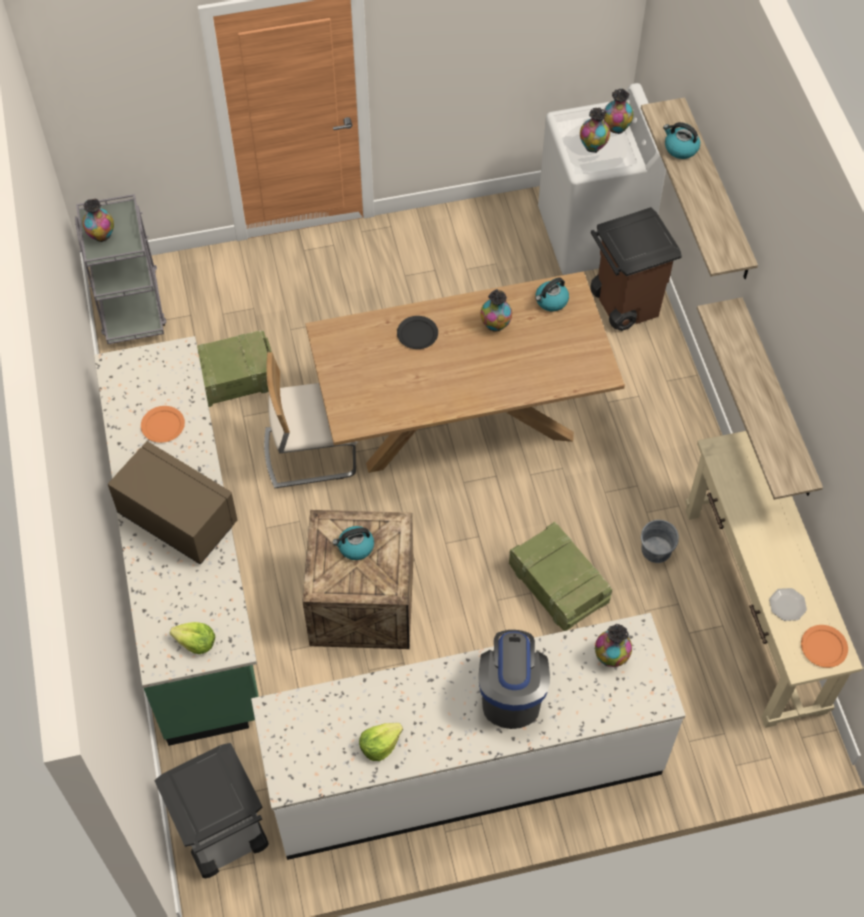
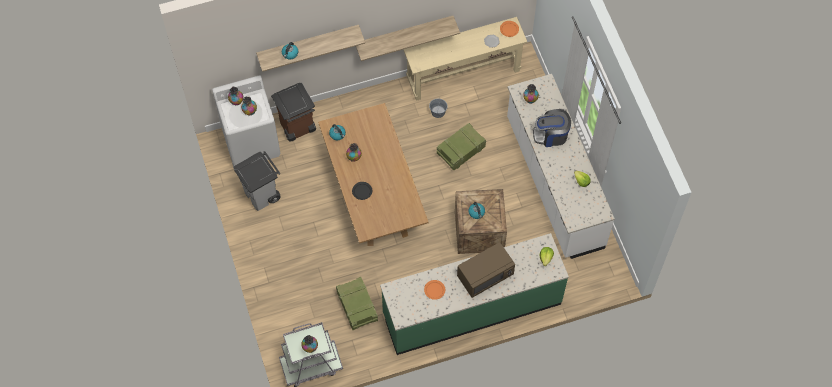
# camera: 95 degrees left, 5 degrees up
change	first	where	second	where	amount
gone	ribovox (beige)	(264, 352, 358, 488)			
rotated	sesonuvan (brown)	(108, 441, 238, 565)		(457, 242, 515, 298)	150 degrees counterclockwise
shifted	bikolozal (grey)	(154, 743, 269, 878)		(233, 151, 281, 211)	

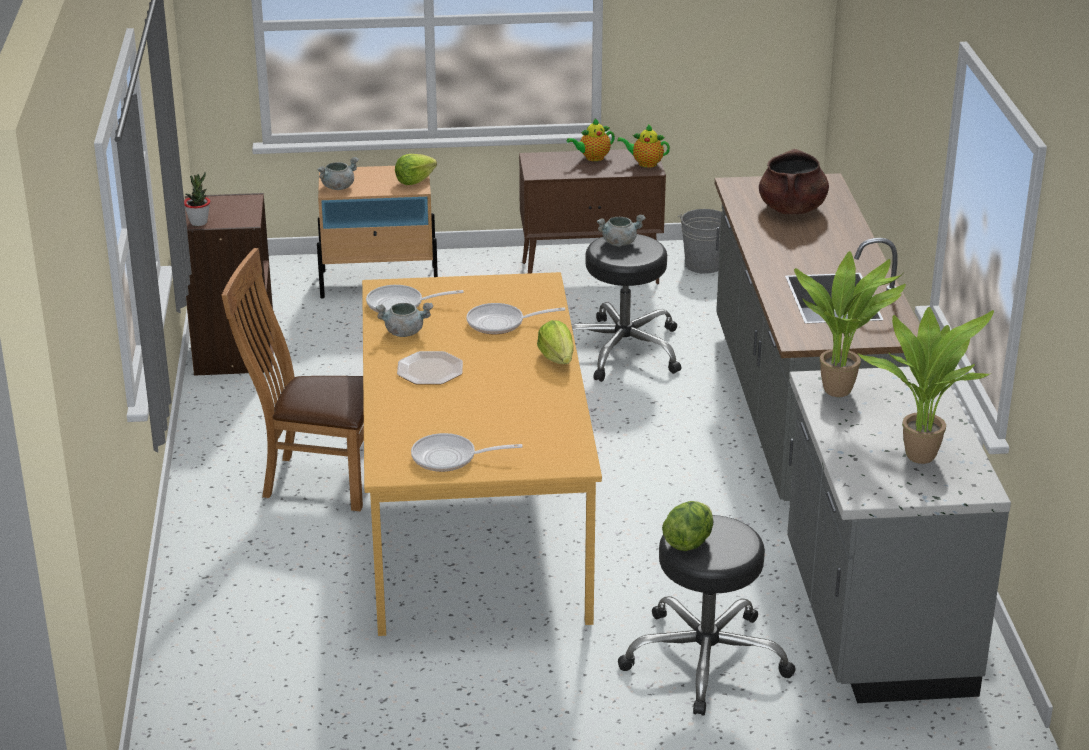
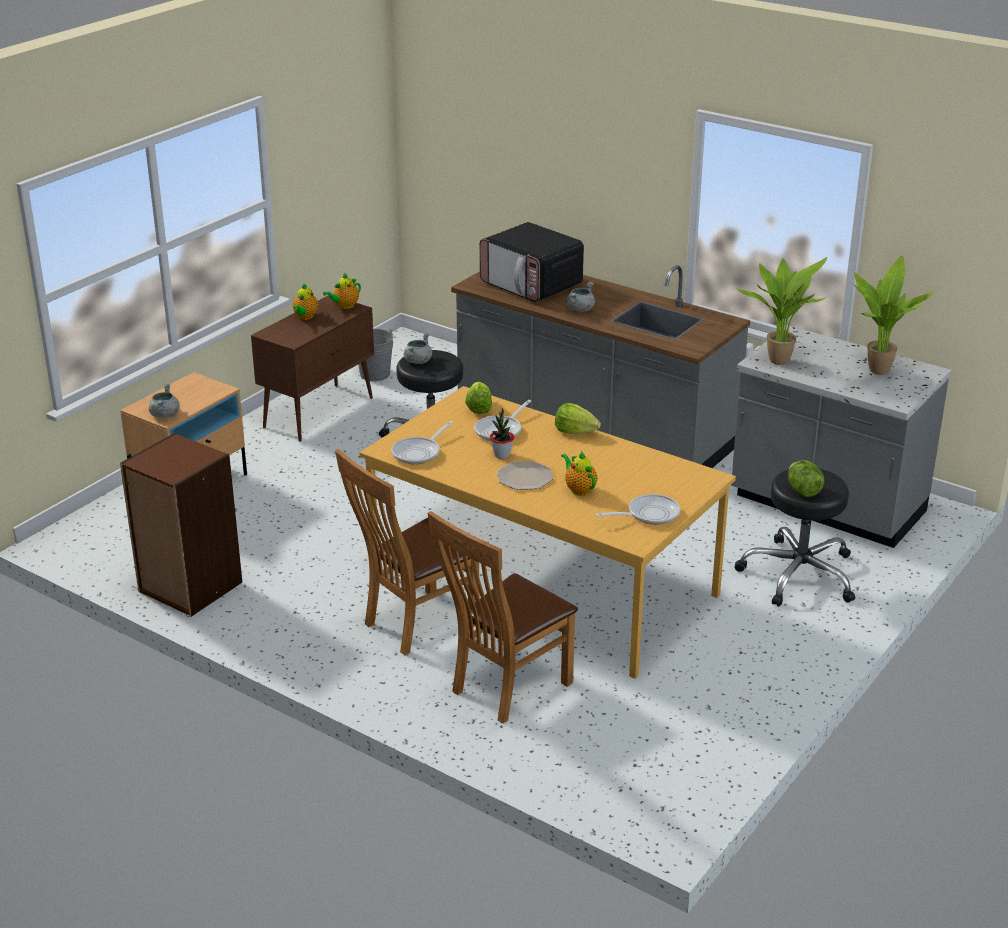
# camera: 50 degrees left, 0 degrees up
change	first	where	second	where	amount
swapped	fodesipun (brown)	(759, 149, 829, 214)	sesonuvan	(480, 222, 584, 302)	
shifted	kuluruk	(395, 154, 437, 185)		(465, 382, 492, 414)	
shifted	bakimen	(184, 172, 210, 226)		(490, 408, 514, 459)	
shifted	fodesipun (grey)	(375, 303, 433, 337)		(566, 282, 595, 312)	
rotated	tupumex	(411, 433, 522, 472)		(595, 494, 680, 525)	150 degrees counterclockwise
new			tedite	(561, 451, 597, 496)	
new			ribovox (brown)	(428, 511, 578, 724)	

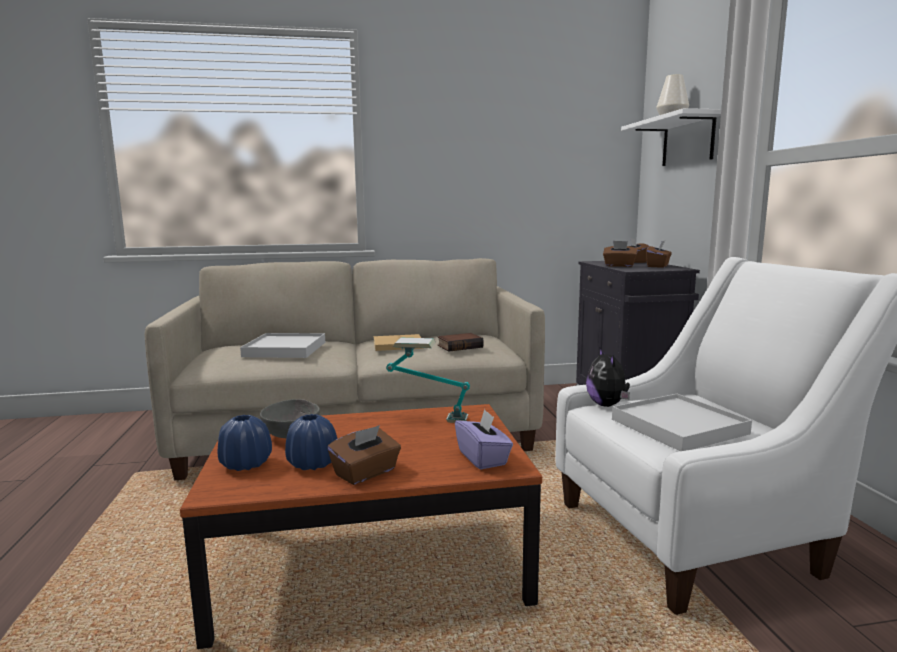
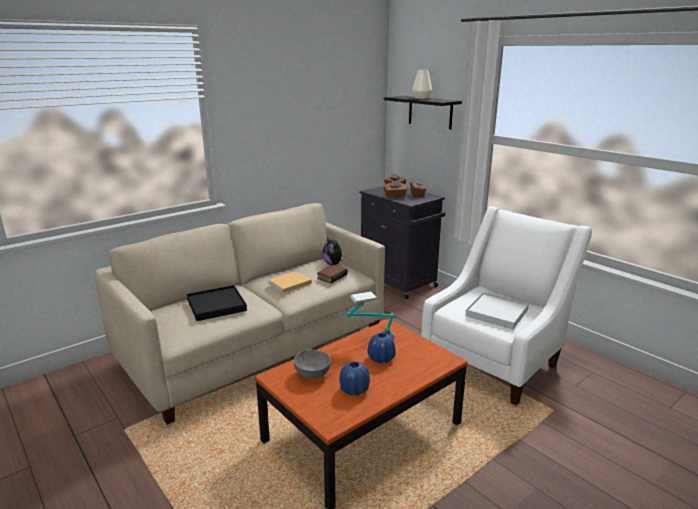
# camera: 30 degrees left, 10 degrees up
change	first	where	second	where	amount
repainted	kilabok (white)	(621, 108, 721, 166)	kilabok (black)	(384, 96, 462, 129)	
repainted	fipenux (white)	(240, 333, 325, 358)	fipenux (black)	(187, 285, 247, 321)	
shifted	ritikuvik	(586, 347, 630, 407)		(323, 237, 345, 265)	
gone	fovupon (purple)	(455, 409, 513, 470)			
shifted	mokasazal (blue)	(218, 415, 272, 471)		(368, 333, 396, 363)	
gone	fovupon (brown)	(327, 425, 401, 485)			

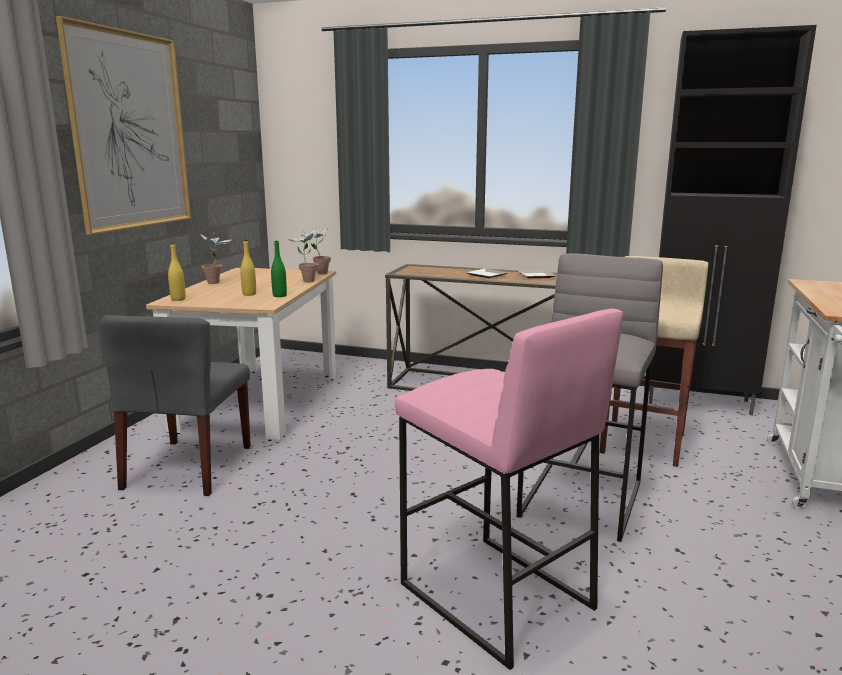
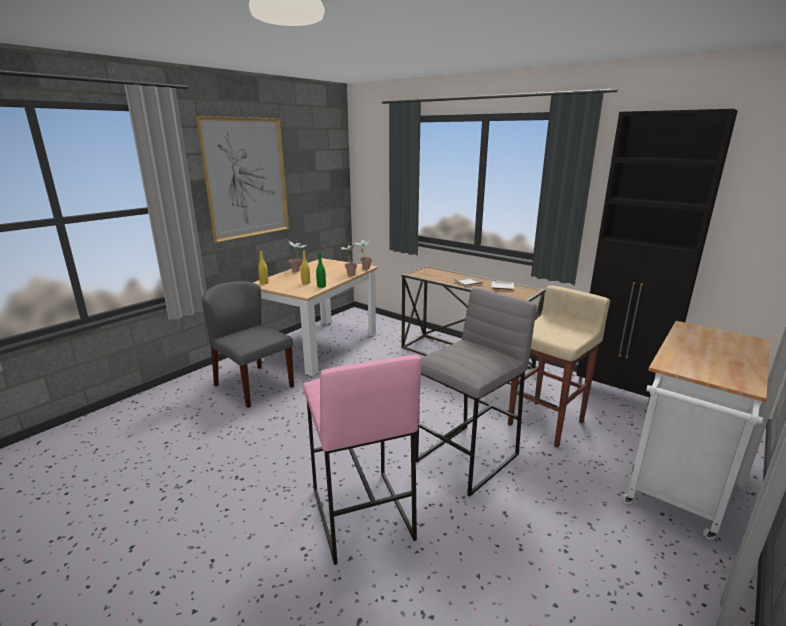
# camera: 20 degrees right, 5 degrees up
change	first	where	second	where	amount
rotated	ribovox (grey)	(100, 315, 251, 496)		(202, 281, 294, 408)	105 degrees clockwise

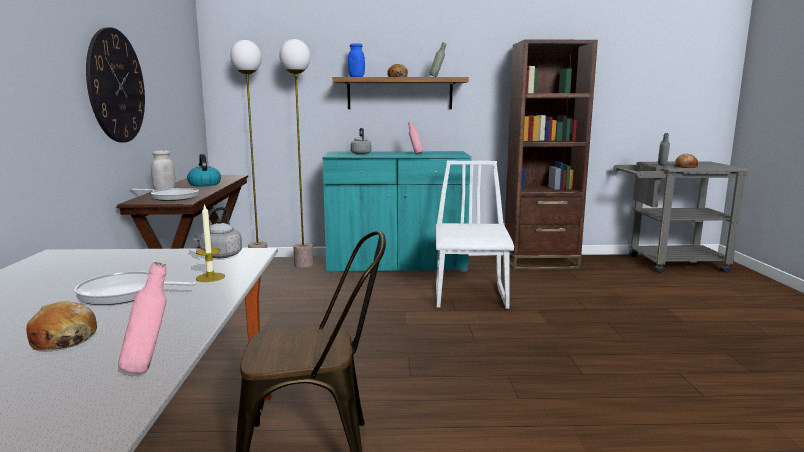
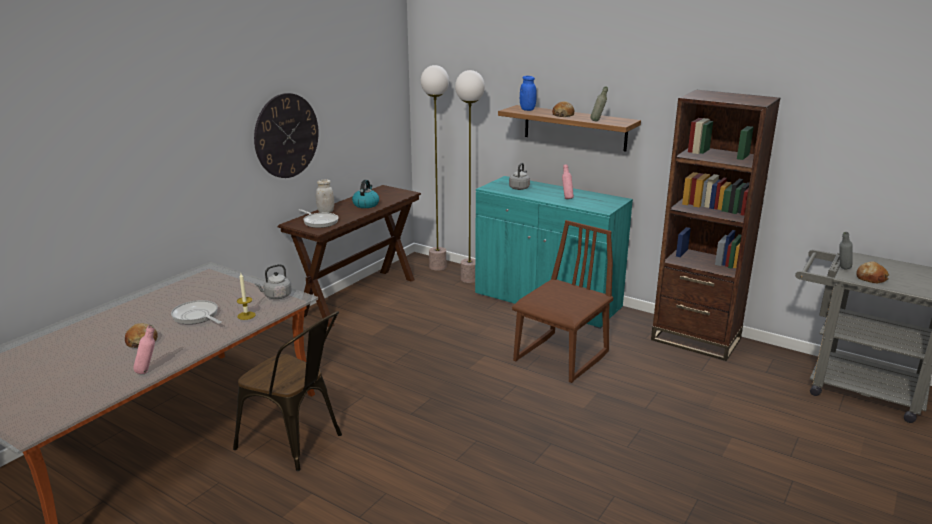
# camera: 35 degrees right, 10 degrees up
change	first	where	second	where	amount
repainted	ribovox (white)	(436, 161, 514, 309)	ribovox (brown)	(512, 220, 613, 383)	

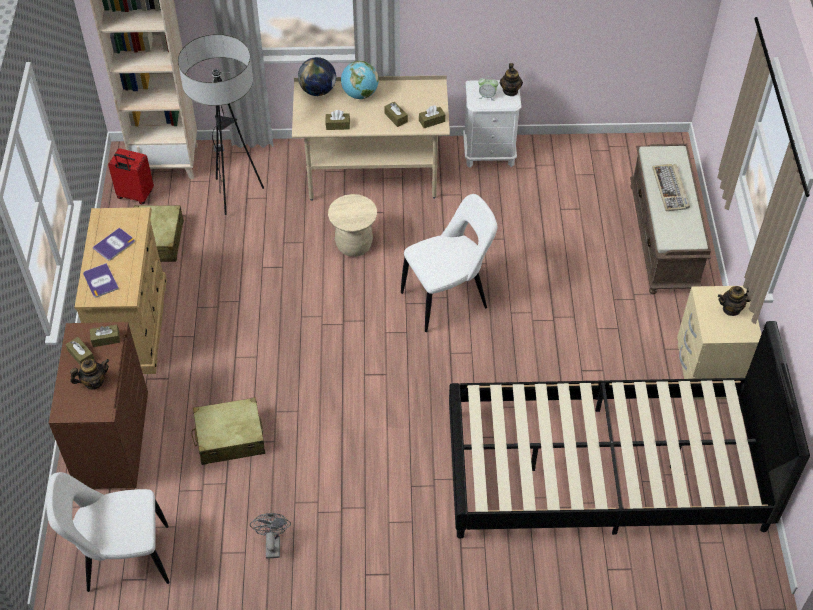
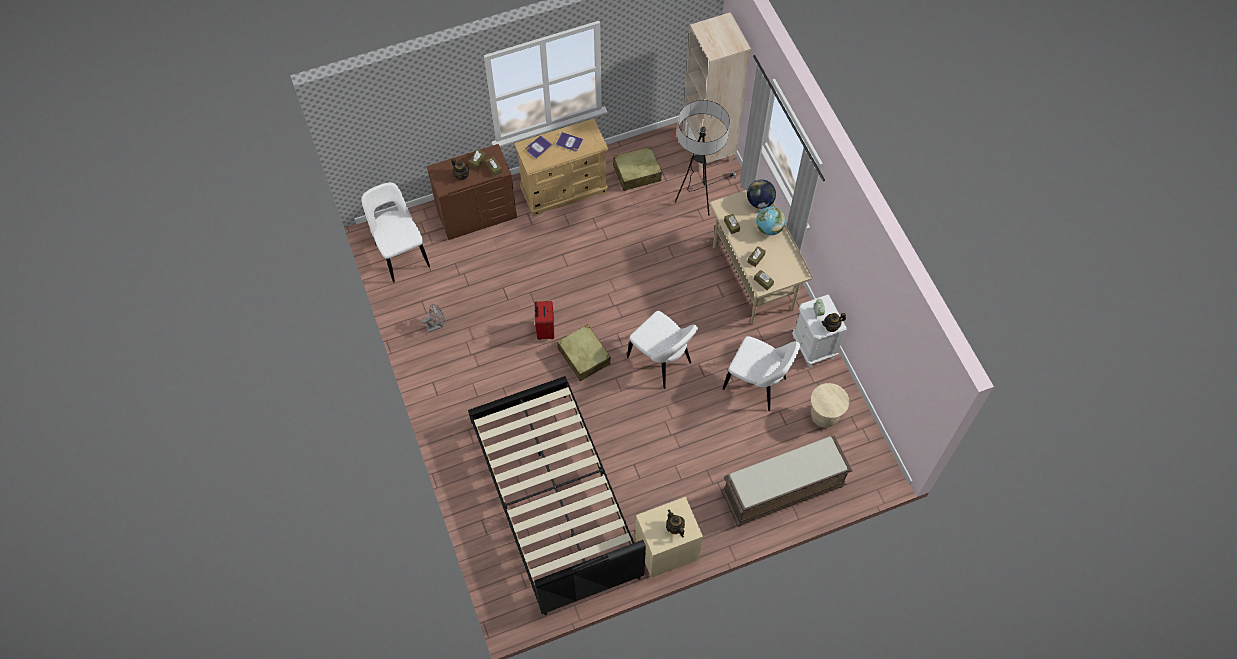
# camera: 70 degrees right, 10 degrees up
change	first	where	second	where	amount
shifted	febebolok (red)	(108, 148, 154, 205)		(535, 301, 554, 340)	
gone	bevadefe	(652, 164, 690, 211)			
shifted	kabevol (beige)	(328, 194, 377, 257)		(811, 383, 849, 428)	
shifted	febebolok (beige)	(191, 397, 265, 465)		(557, 324, 611, 381)	
new			ribovox (white)	(723, 336, 800, 411)	

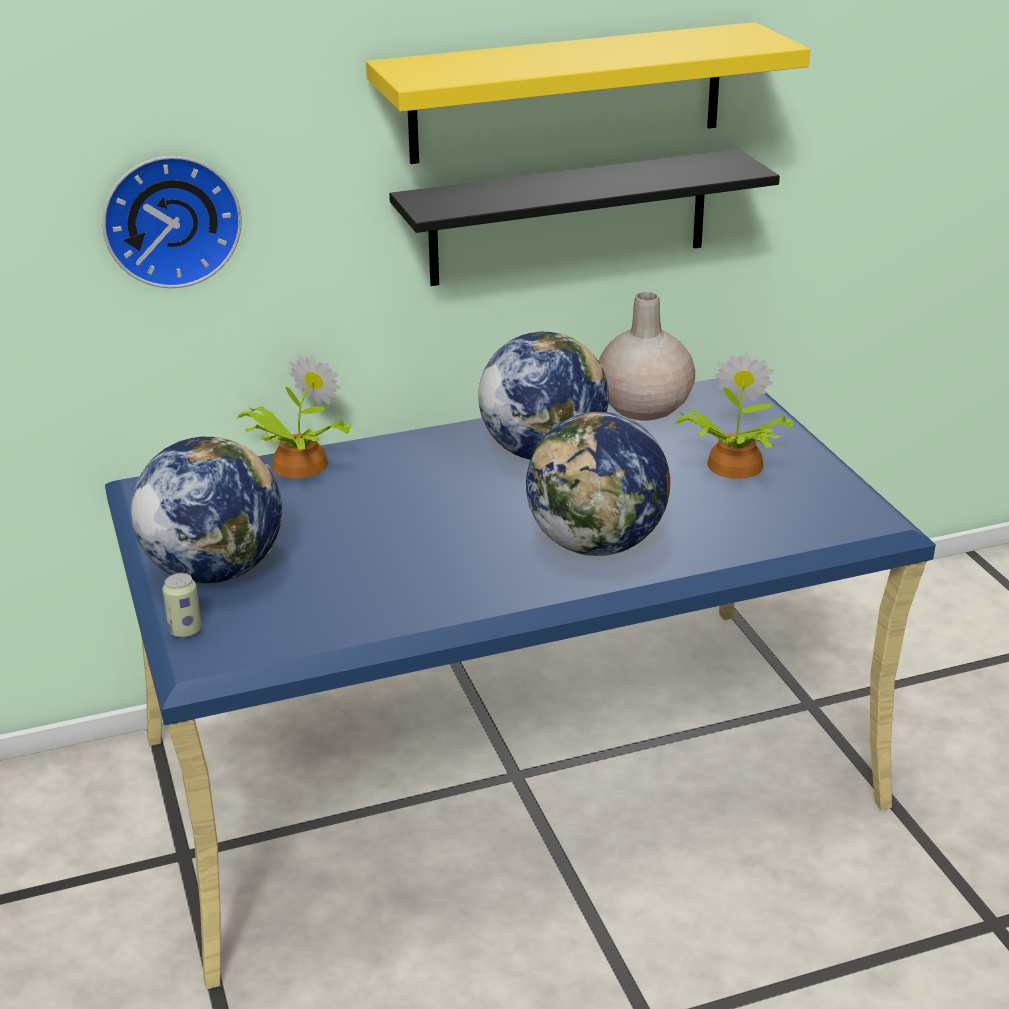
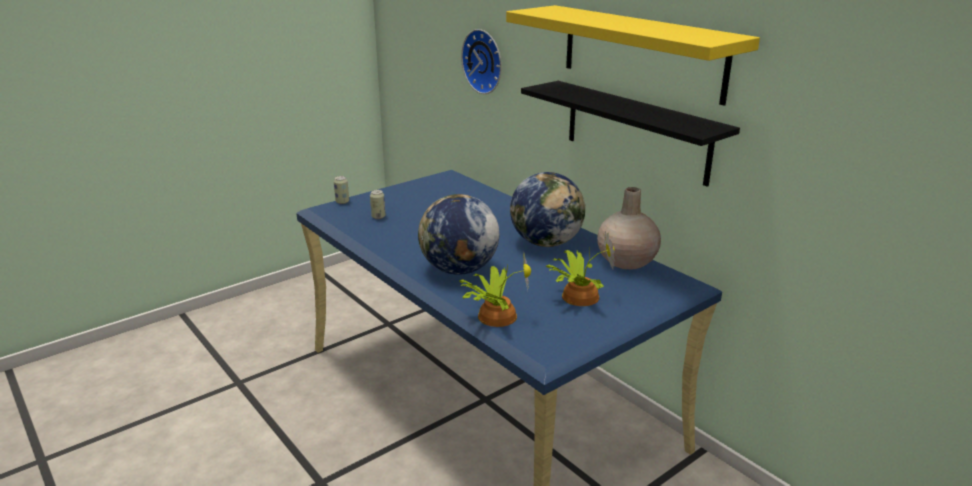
# camera: 70 degrees right, 5 degrees down
change	first	where	second	where	amount
shifted	bakimen	(236, 354, 352, 479)		(459, 250, 531, 327)	
gone	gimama	(131, 437, 282, 583)			
new			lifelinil	(370, 190, 385, 219)	

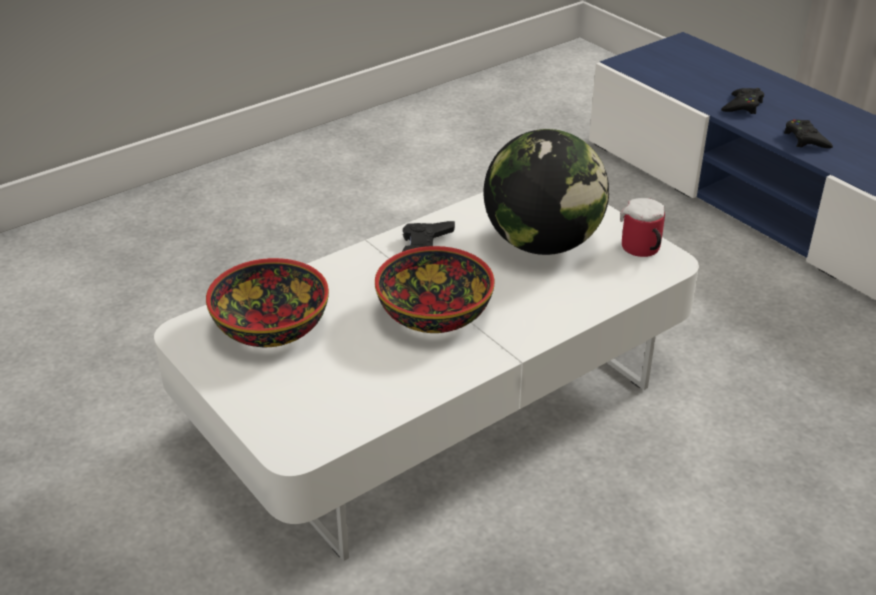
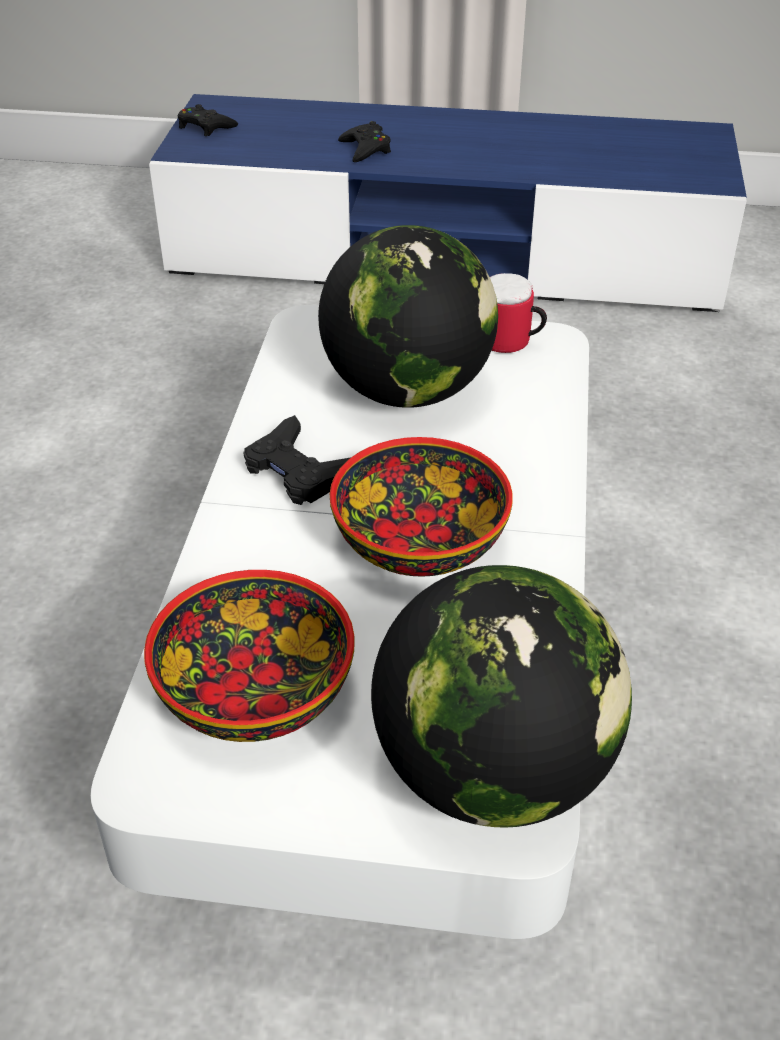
# camera: 45 degrees left, 5 degrees up
change	first	where	second	where	amount
shifted	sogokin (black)	(784, 119, 833, 148)		(178, 104, 238, 136)	
new			gimama	(371, 565, 632, 828)	

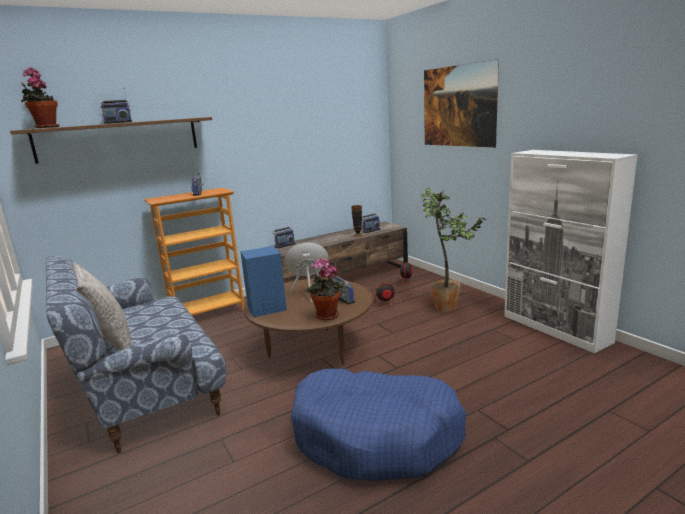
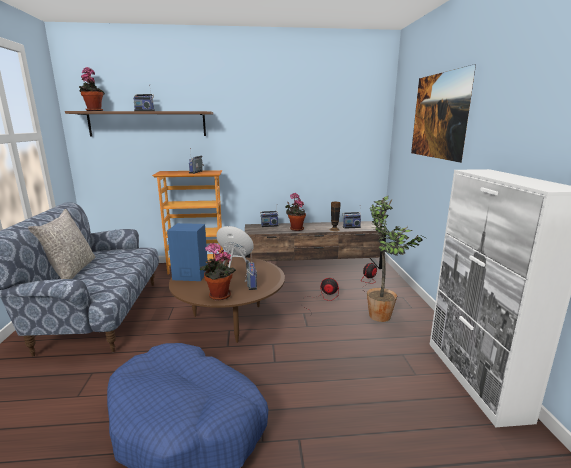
# camera: 25 degrees right, 0 degrees up
change	first	where	second	where	amount
new			bakimen	(286, 193, 306, 231)	

